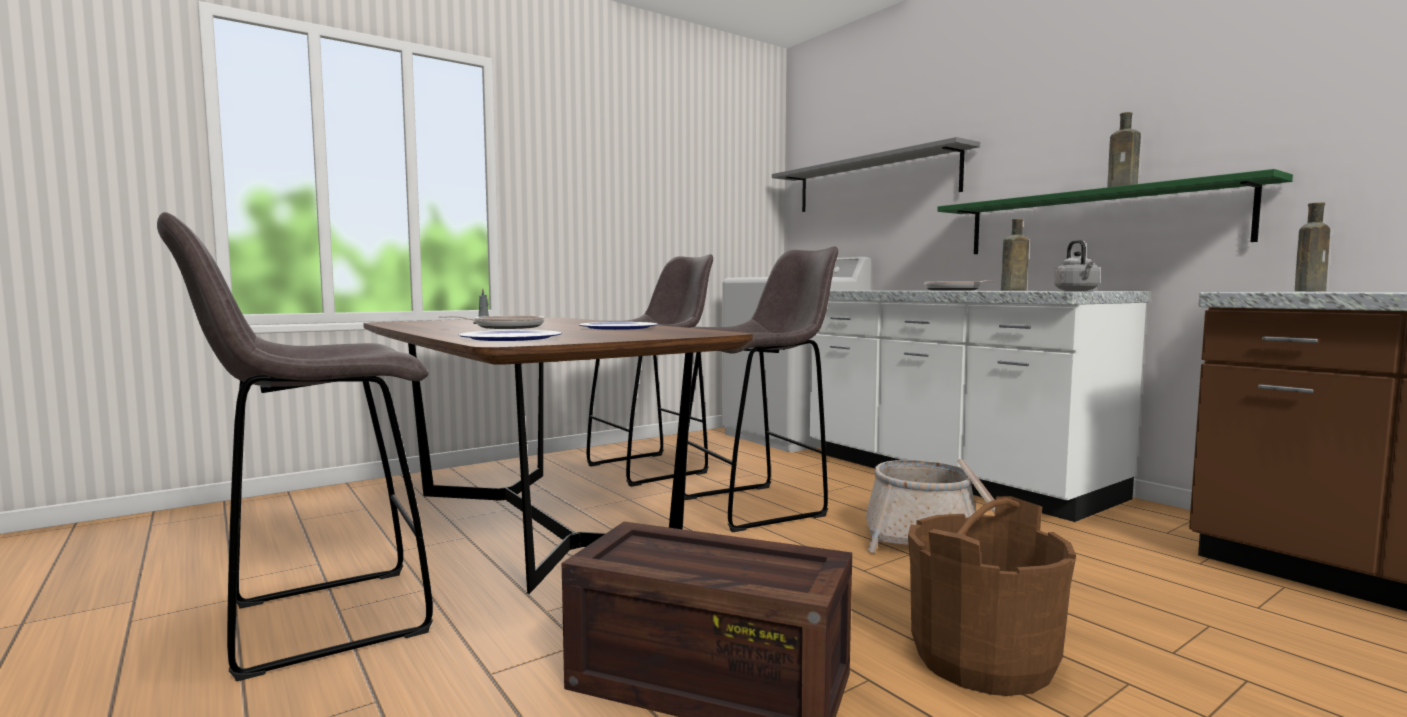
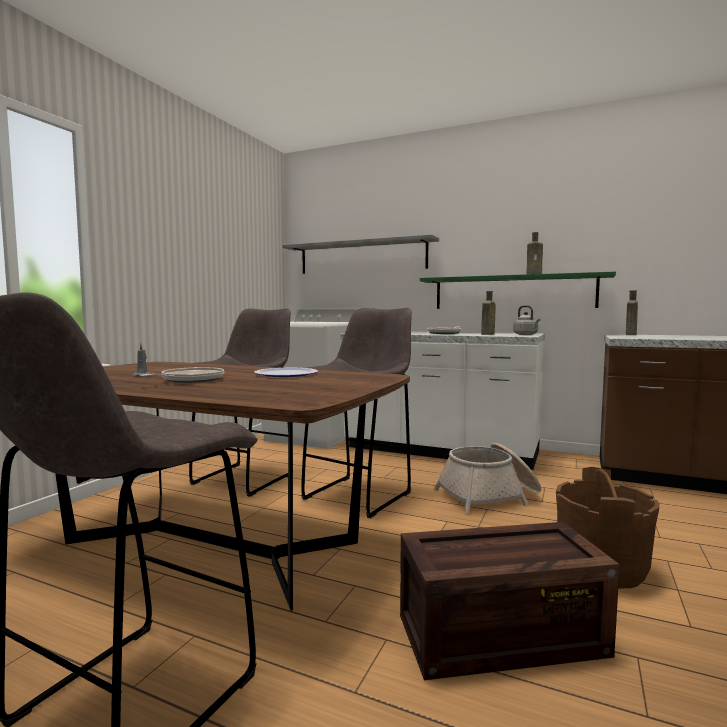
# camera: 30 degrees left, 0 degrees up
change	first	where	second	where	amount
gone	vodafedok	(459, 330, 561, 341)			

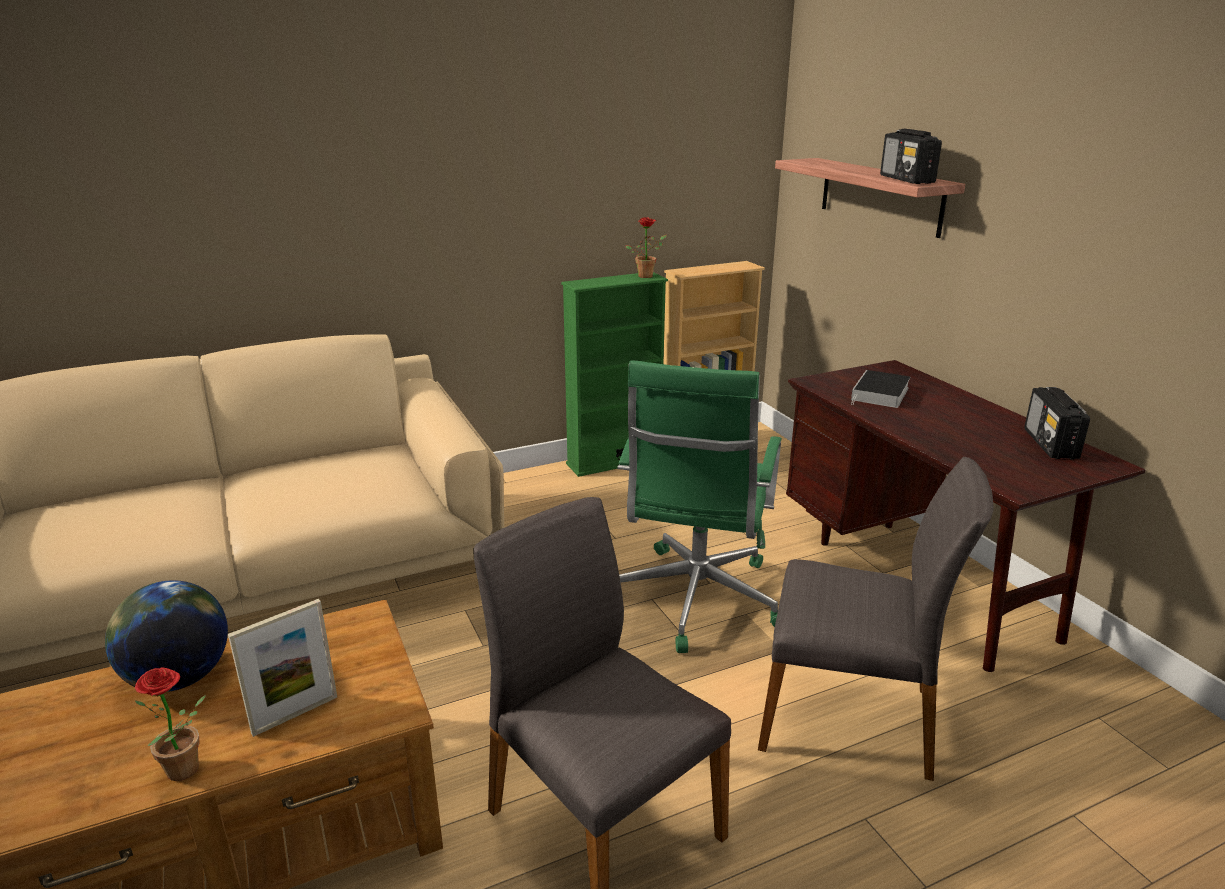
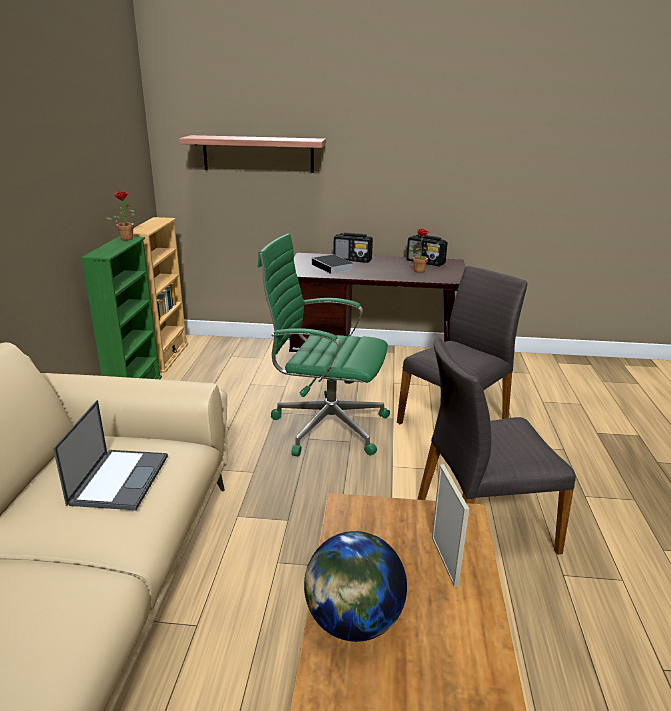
# camera: 60 degrees left, 0 degrees up
change	first	where	second	where	amount
shifted	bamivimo	(880, 129, 942, 184)		(333, 232, 373, 263)	
rotated	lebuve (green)	(617, 361, 782, 653)		(258, 233, 390, 456)	150 degrees clockwise
shifted	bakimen	(134, 668, 206, 781)		(409, 229, 439, 273)	
new			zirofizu	(53, 400, 168, 510)	

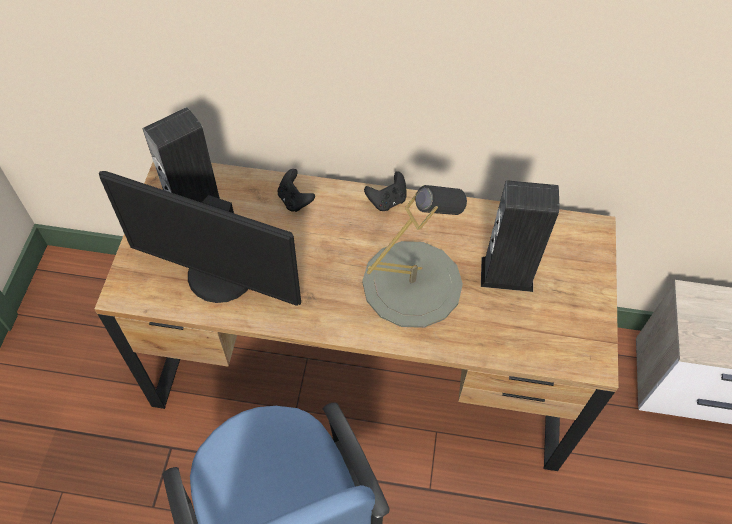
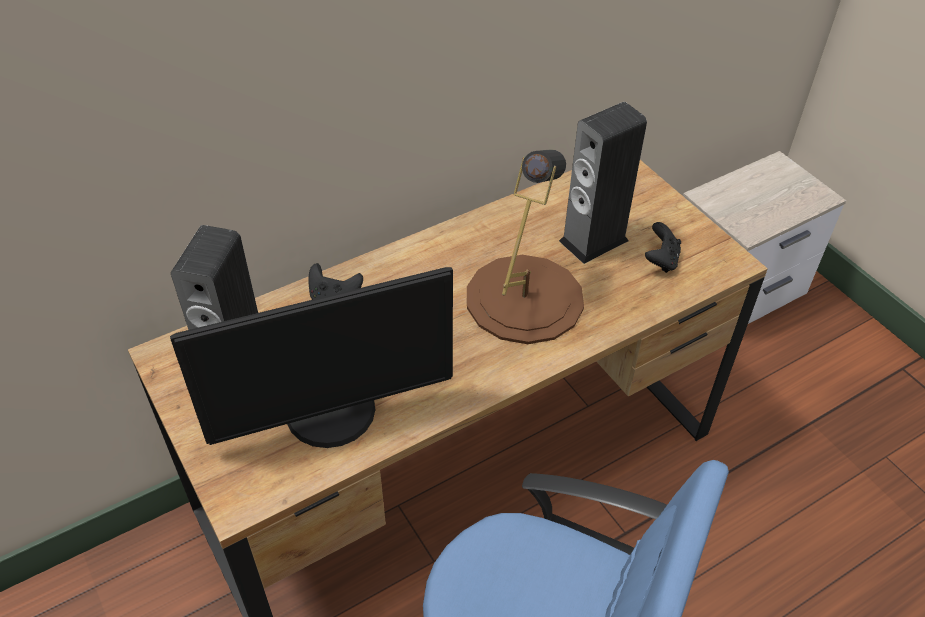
# camera: 40 degrees left, 10 degrees down
change	first	where	second	where	amount
shifted	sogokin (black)	(364, 171, 407, 211)		(645, 222, 681, 273)	
repainted	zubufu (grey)	(362, 185, 467, 328)	zubufu (brown)	(467, 149, 584, 344)	

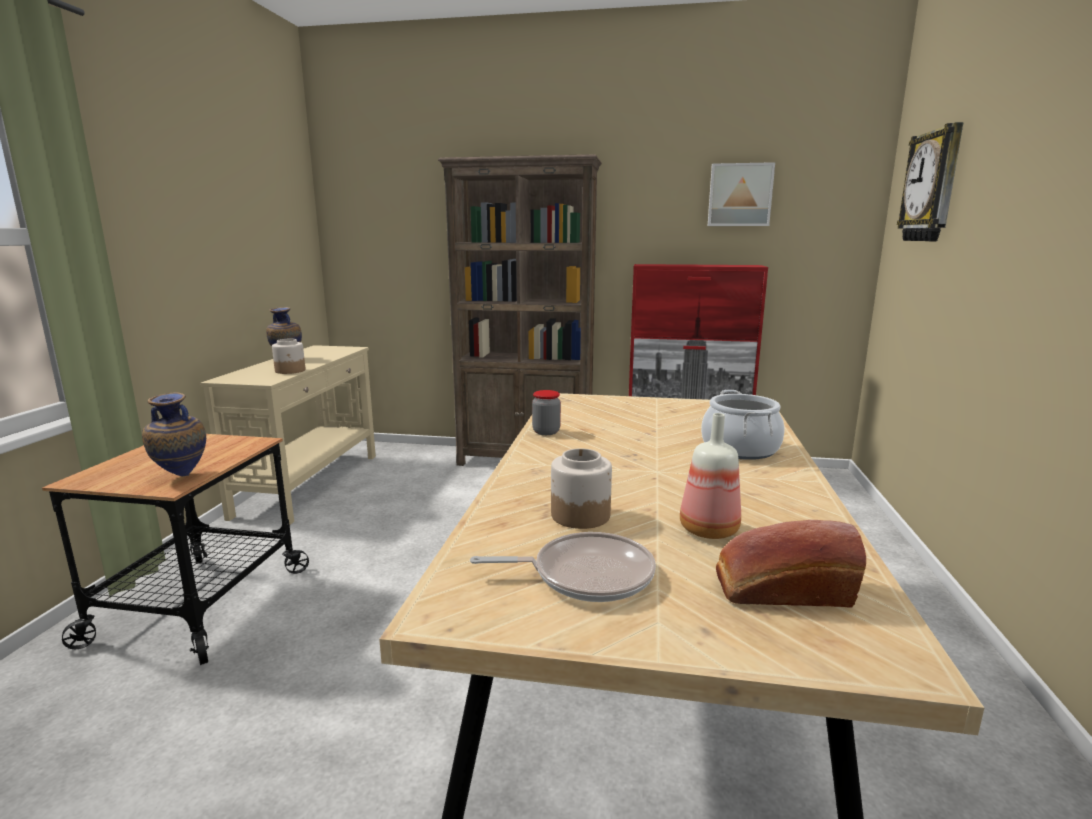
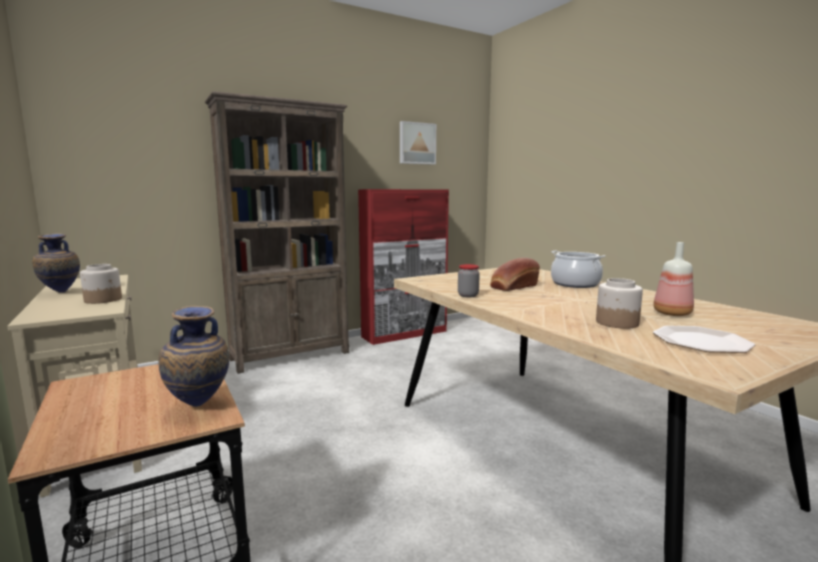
# camera: 40 degrees left, 5 degrees down
change	first	where	second	where	amount
gone	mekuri	(897, 122, 964, 242)			
shifted	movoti	(716, 520, 866, 608)		(490, 258, 540, 291)	
swapped	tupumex	(470, 532, 656, 602)	vodafedok	(653, 326, 755, 353)	

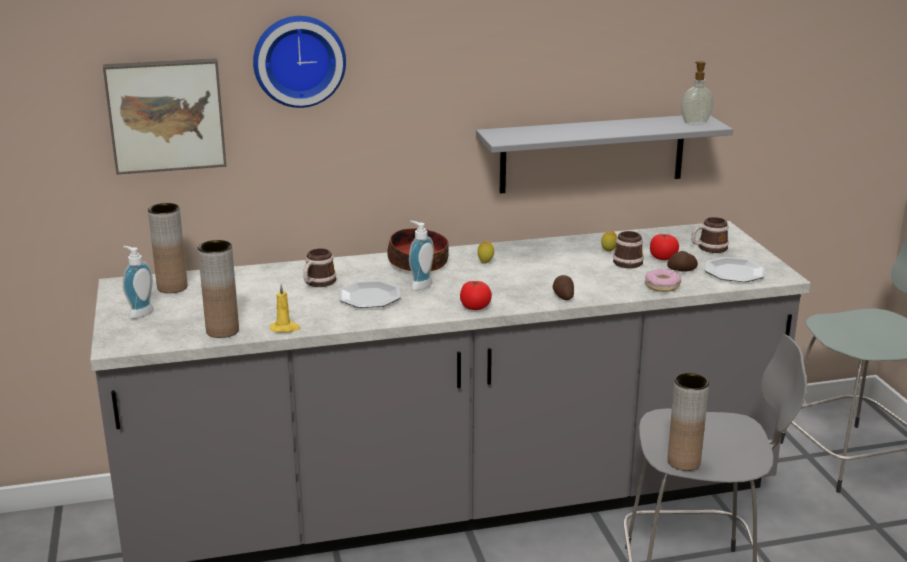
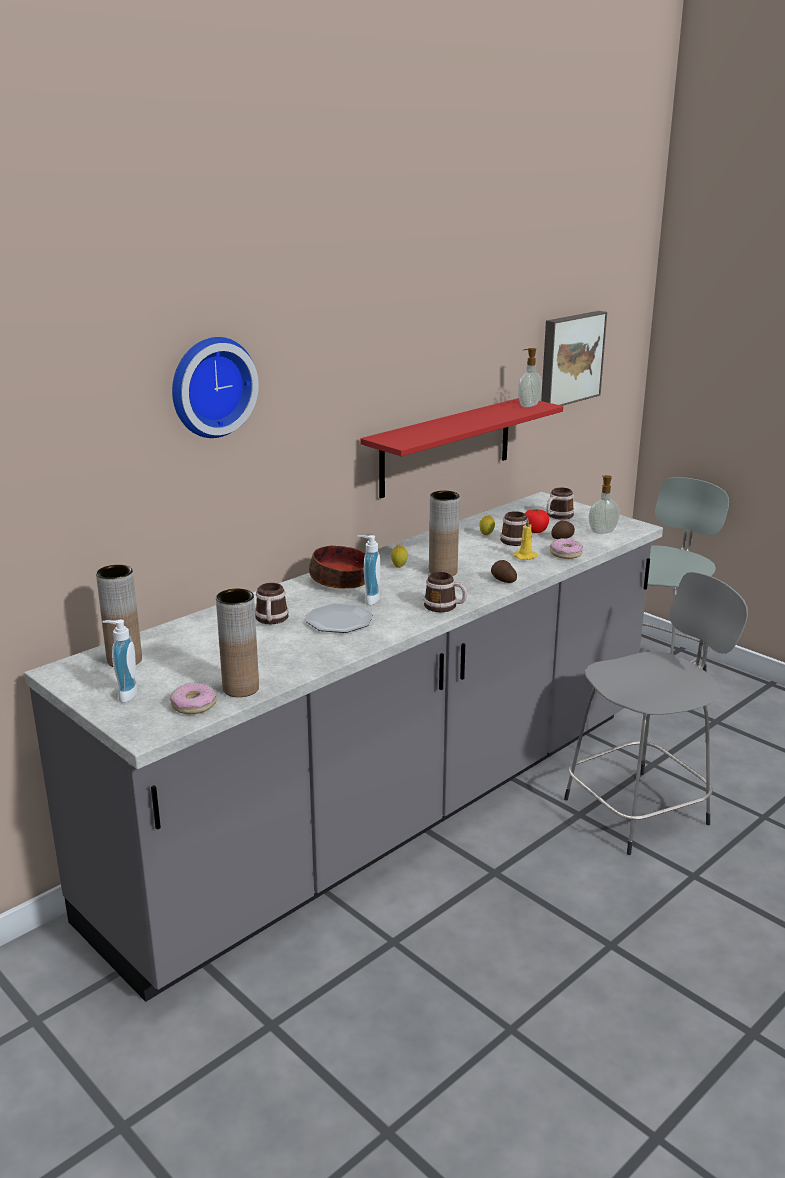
# camera: 30 degrees left, 0 degrees up
change	first	where	second	where	amount
shifted	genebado	(103, 58, 226, 174)		(541, 311, 607, 406)	
repainted	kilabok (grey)	(476, 115, 733, 194)	kilabok (red)	(360, 398, 563, 498)	
swapped	vodafedok	(705, 257, 765, 282)	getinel	(589, 475, 620, 534)	
swapped	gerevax	(460, 280, 492, 310)	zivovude	(424, 572, 467, 612)	
shifted	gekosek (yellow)	(270, 284, 300, 332)		(514, 518, 538, 560)	
shifted	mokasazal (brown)	(667, 373, 709, 471)		(429, 491, 460, 576)	
new			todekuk	(170, 683, 217, 714)	

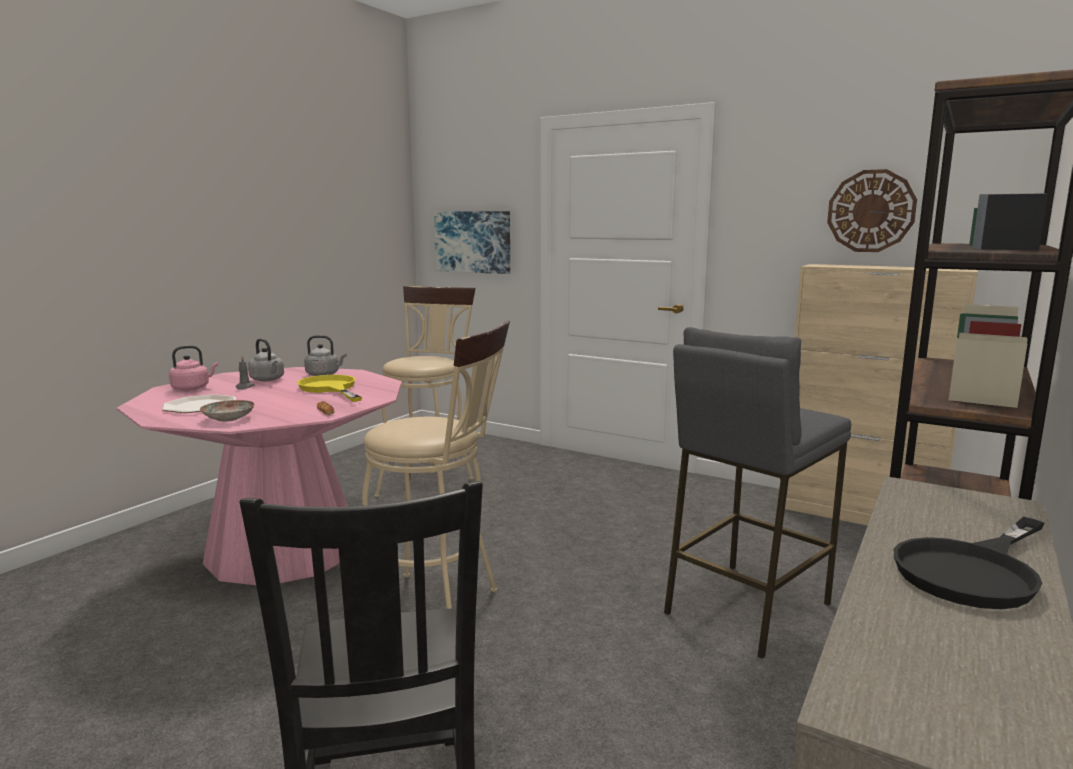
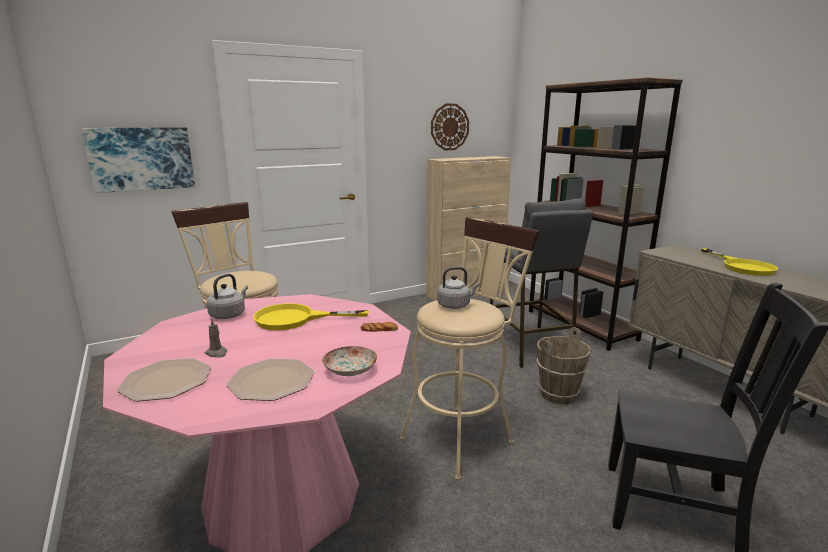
# camera: 60 degrees left, 5 degrees up
change	first	where	second	where	amount
shifted	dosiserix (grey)	(248, 339, 284, 381)		(437, 267, 480, 309)	
swapped	dosiserix (pink)	(169, 346, 218, 391)	vodafedok	(117, 358, 211, 402)	
repainted	tupumex (black)	(893, 517, 1044, 609)	tupumex (yellow)	(701, 248, 778, 276)	
new			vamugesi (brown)	(536, 327, 591, 404)	

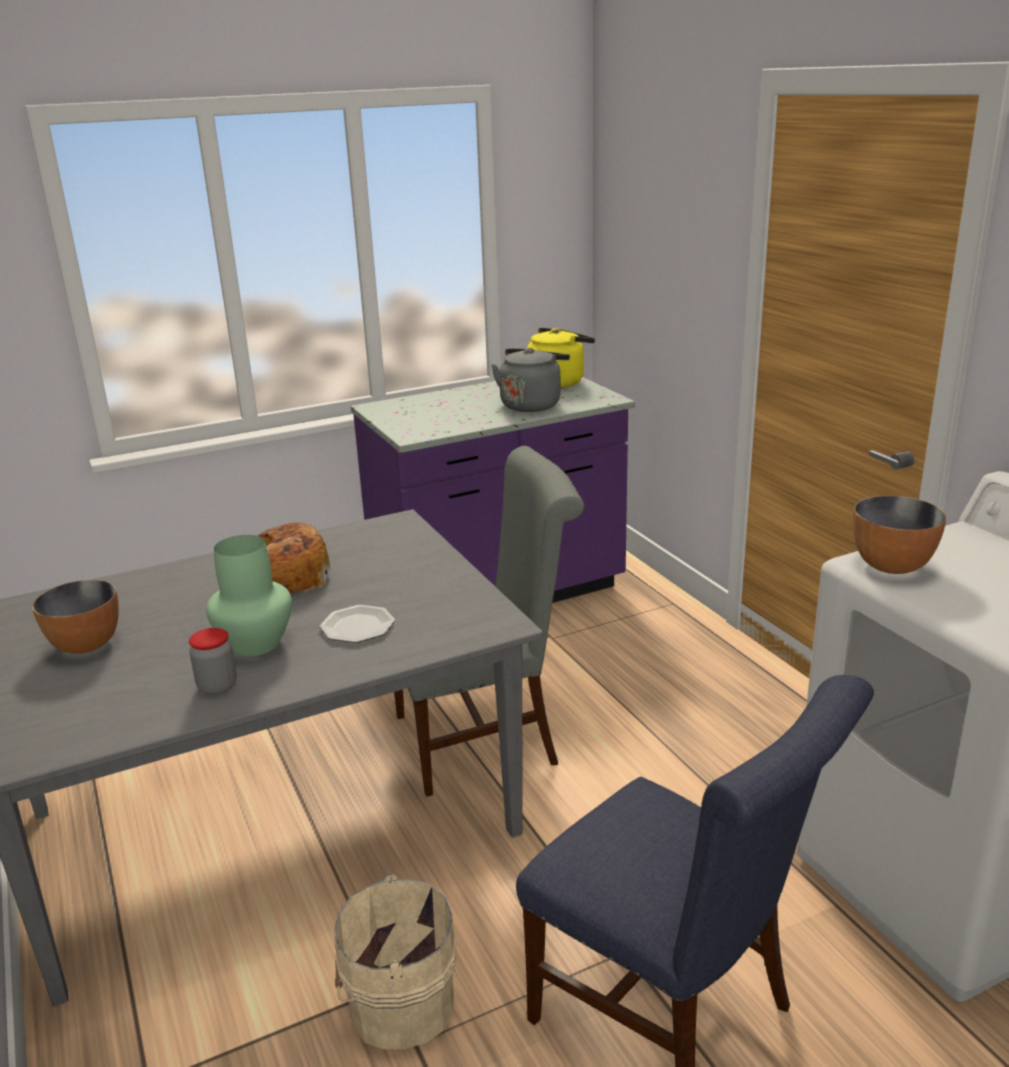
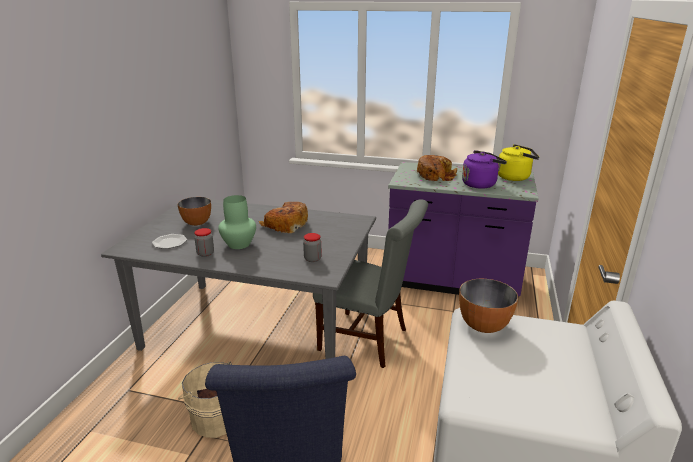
# camera: 40 degrees right, 0 degrees up
change	first	where	second	where	amount
repainted	dosiserix (grey)	(491, 348, 570, 412)	dosiserix (purple)	(462, 150, 507, 189)	
shifted	vodafedok	(320, 605, 395, 643)		(152, 234, 187, 249)	
new			movoti	(417, 155, 457, 181)	
new			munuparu	(303, 233, 322, 262)	

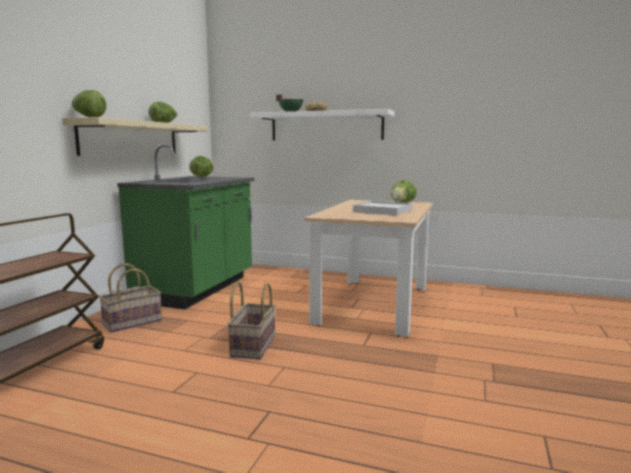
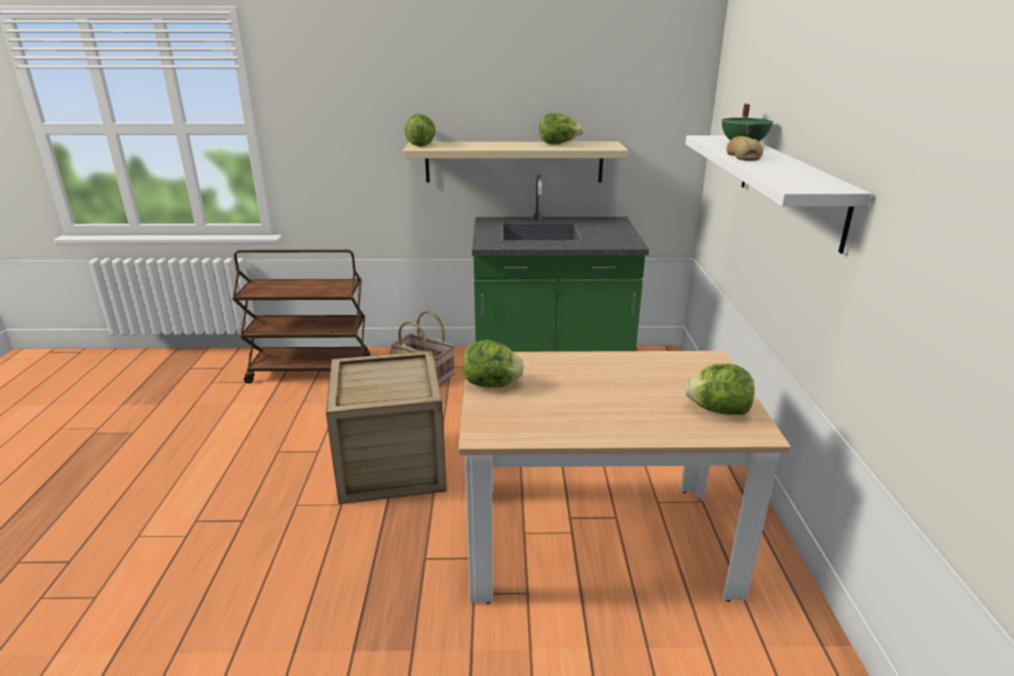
# camera: 70 degrees right, 15 degrees up
change	first	where	second	where	amount
shifted	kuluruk	(189, 156, 213, 177)		(463, 340, 524, 387)	
gone	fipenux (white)	(353, 201, 413, 216)			
swapped	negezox	(227, 281, 276, 359)	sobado	(326, 351, 447, 504)	

